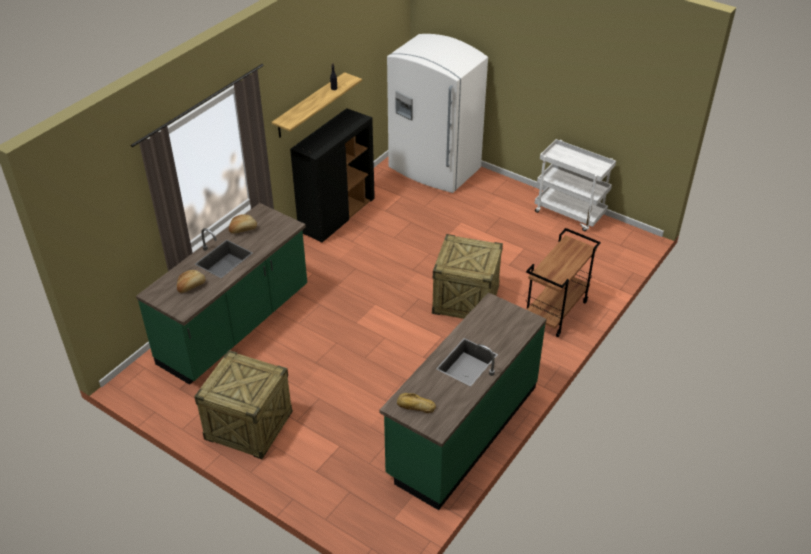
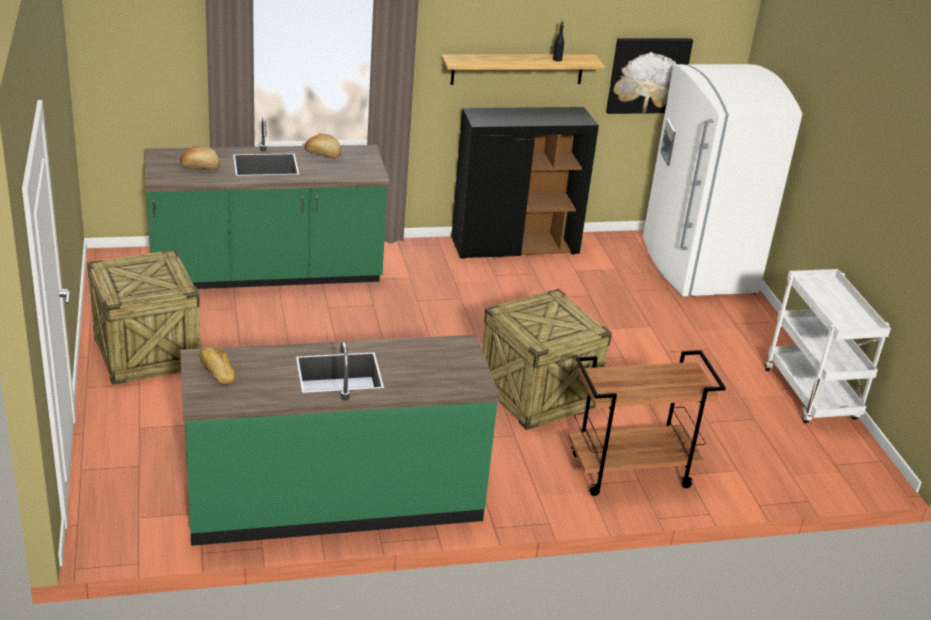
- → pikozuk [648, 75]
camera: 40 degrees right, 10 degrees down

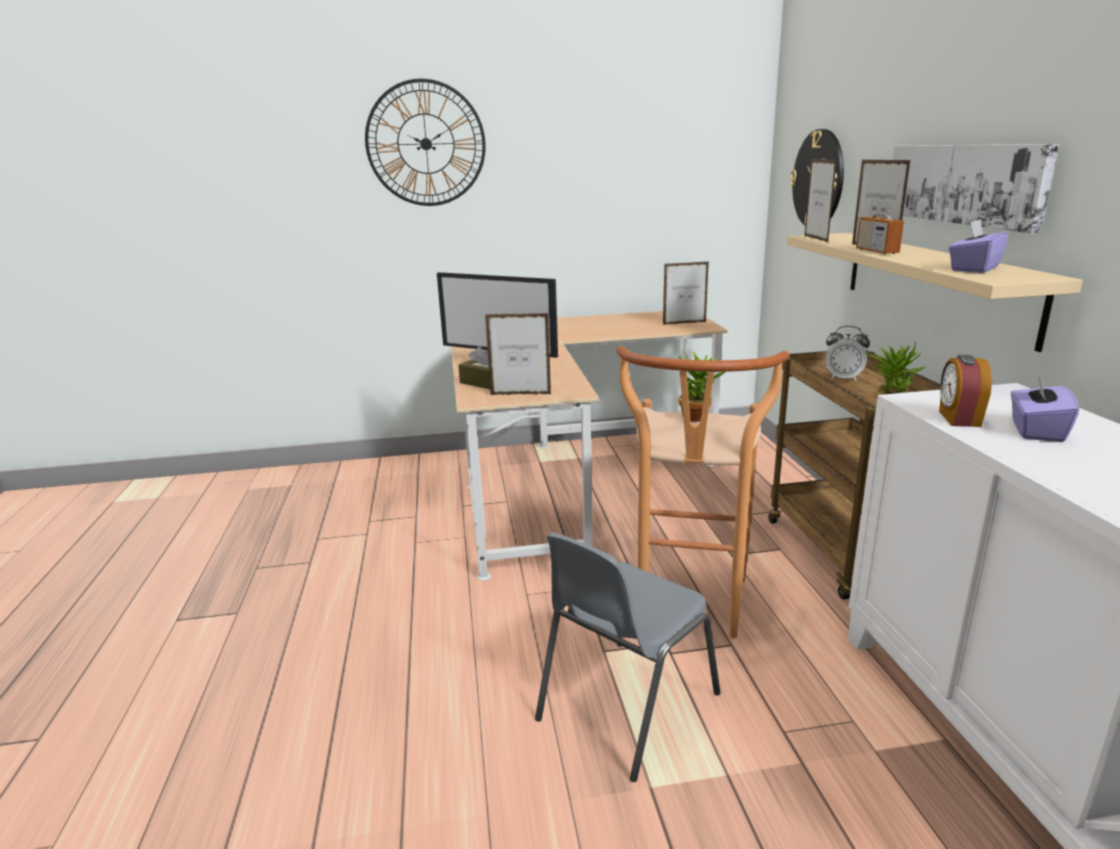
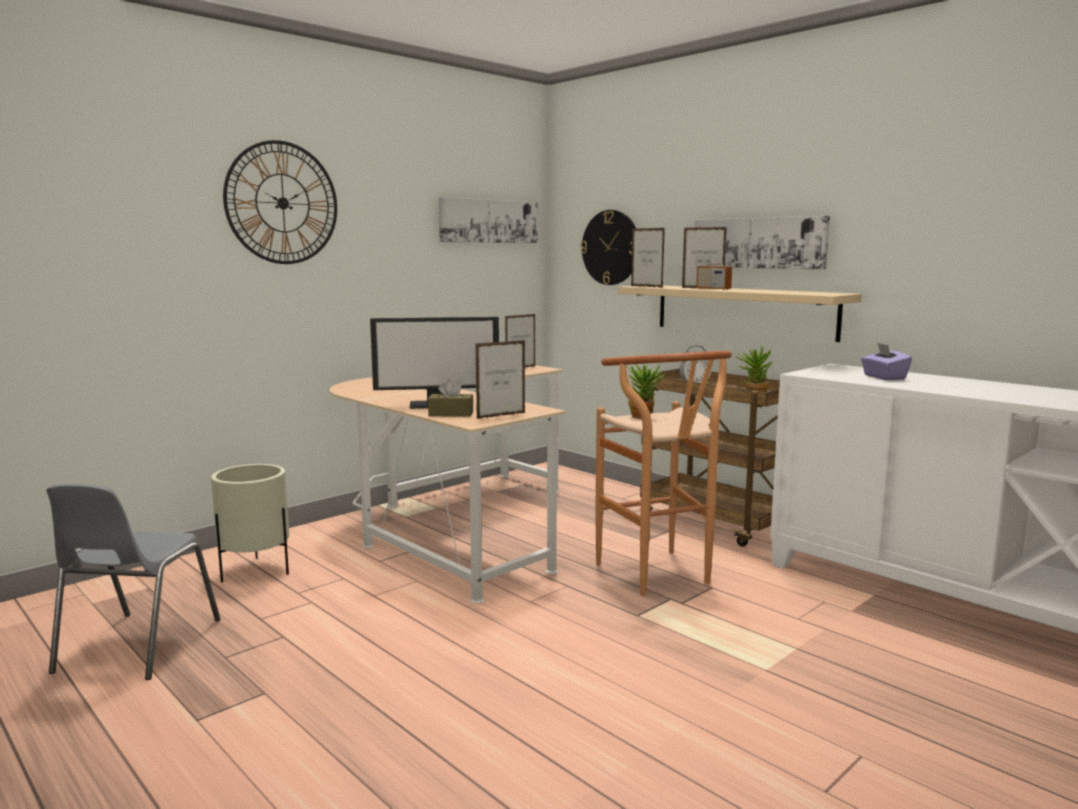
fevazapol [958, 419] → -
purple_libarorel [973, 269] → -
- → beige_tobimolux [255, 571]
- → pikozuk [488, 221]
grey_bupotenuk [624, 707] → grey_bupotenuk [136, 646], moved
camera: 35 degrees left, 10 degrees down

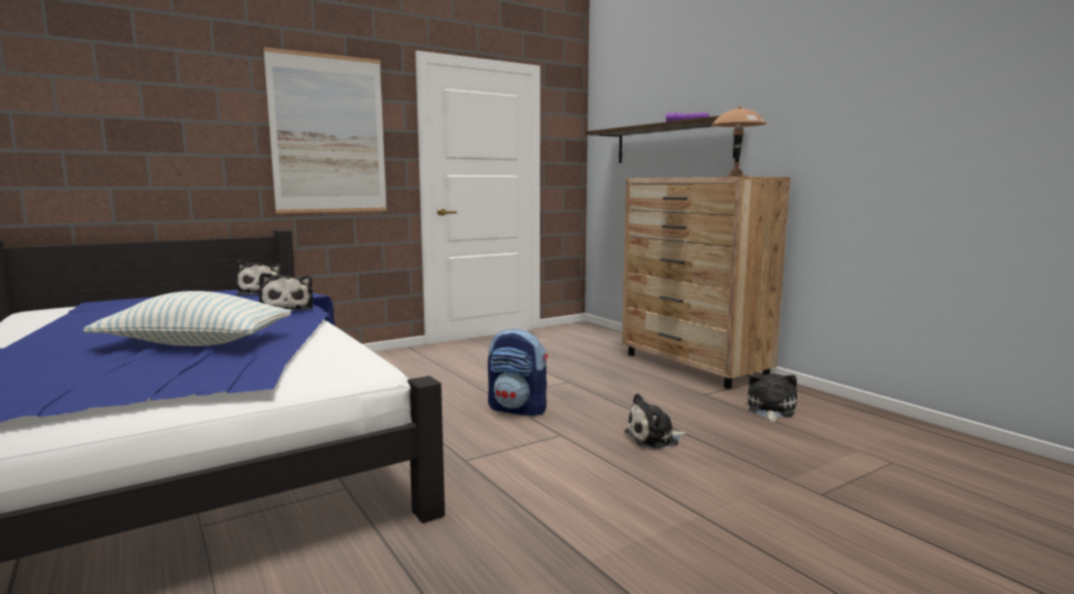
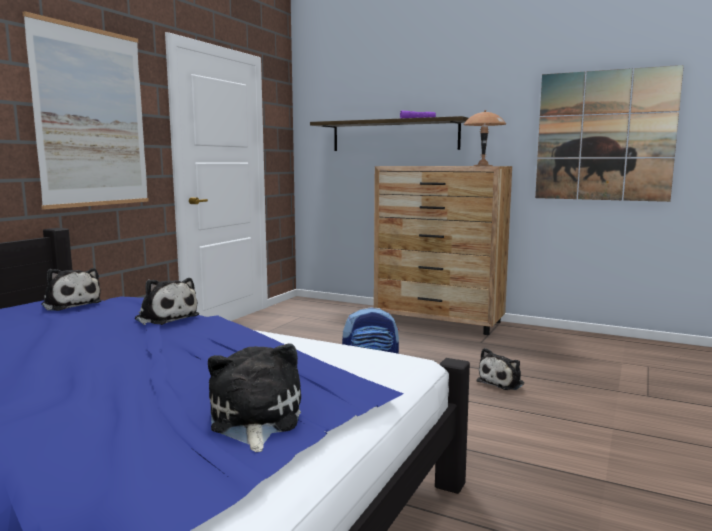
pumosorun [196, 343] → -
- → pikozuk [604, 136]
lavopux [770, 410] → lavopux [254, 420], moved
camera: 30 degrees left, 0 degrees up

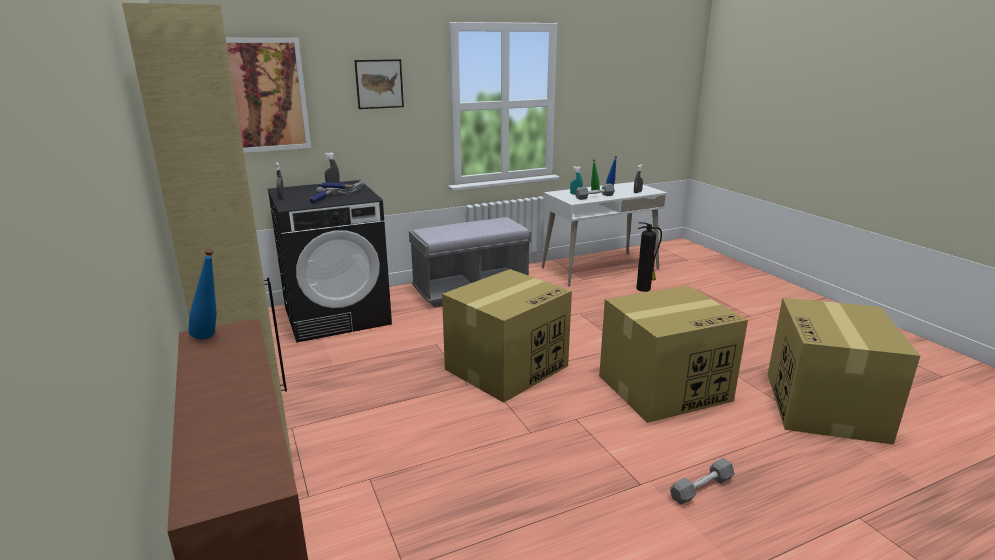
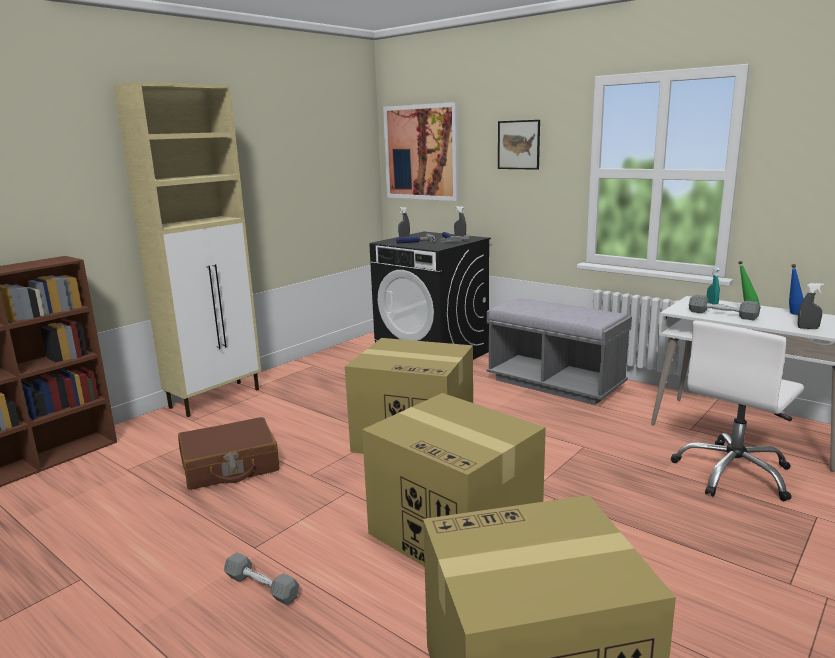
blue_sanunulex [211, 338] → -
- → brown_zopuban [230, 466]
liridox [644, 289] → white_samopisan [734, 473]
camera: 65 degrees right, 5 degrees down

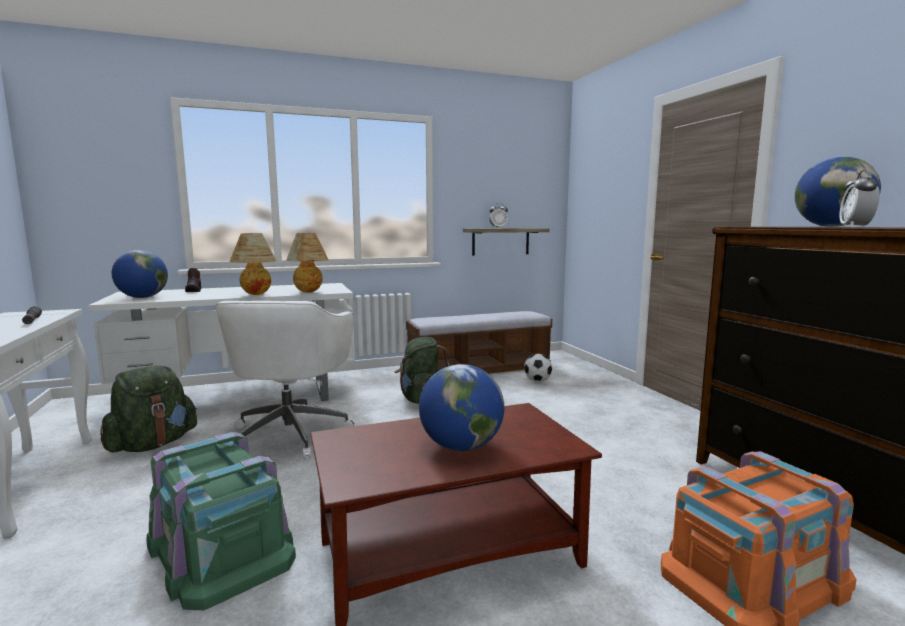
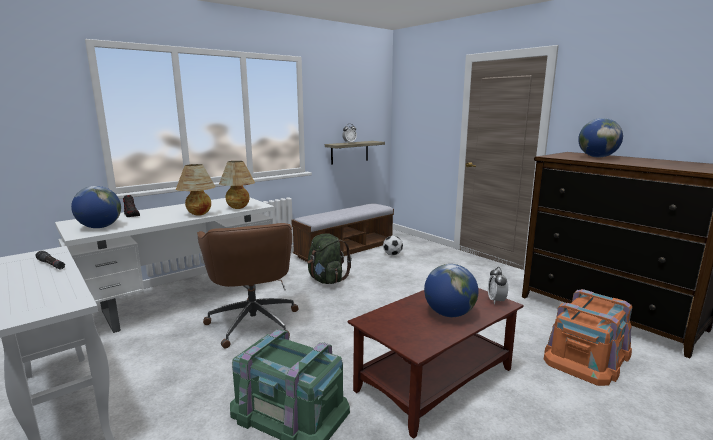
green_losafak [153, 445] → -
fevazapol [855, 227] → fevazapol [496, 301], moved
white_samopisan [290, 433] → brown_samopisan [253, 321]
camera: 20 degrees left, 5 degrees up

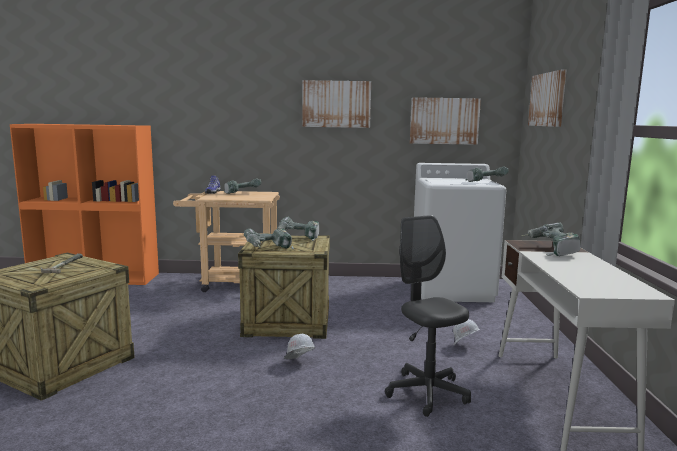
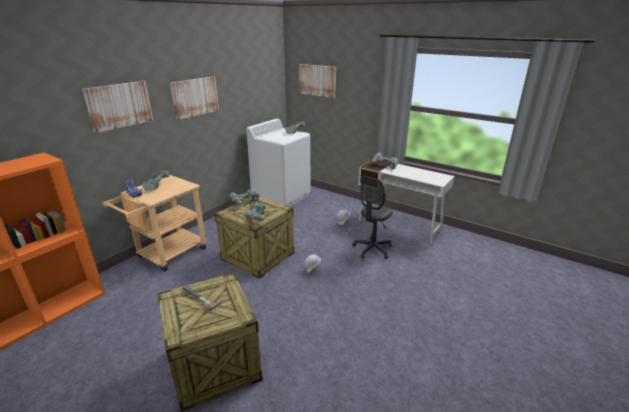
pikozuk [444, 121] → pikozuk [119, 105], moved
grey_samopisan [427, 393] → grey_samopisan [372, 249], 60 degrees counterclockwise
camera: 55 degrees left, 15 degrees up

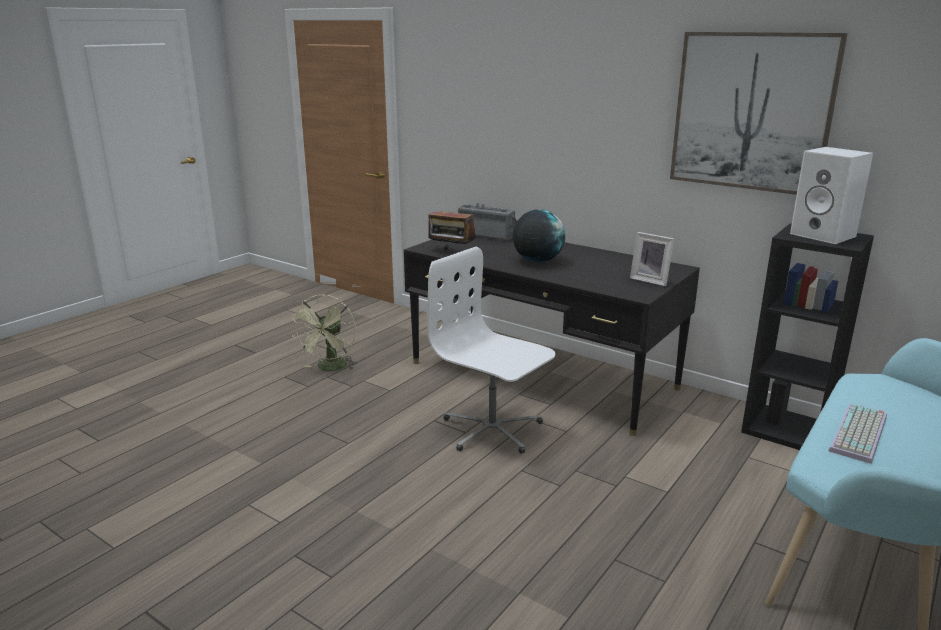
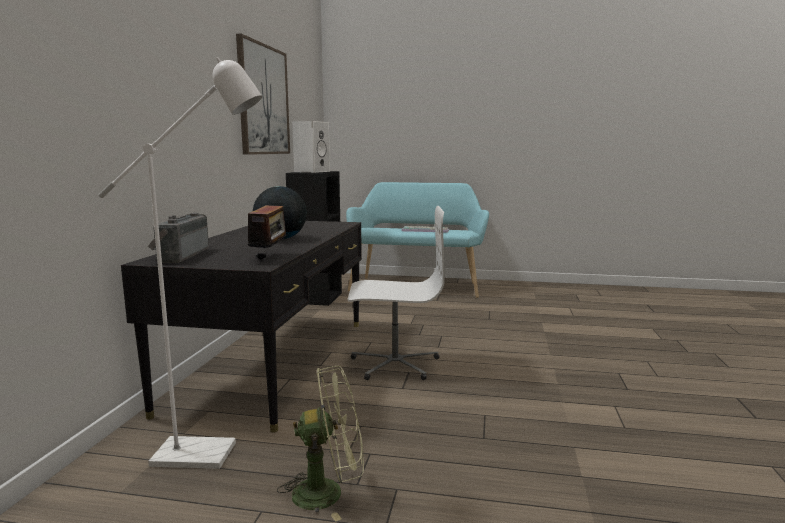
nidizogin [651, 280] → -
- → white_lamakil [208, 454]
white_samopisan [492, 430] → white_samopisan [394, 364], 105 degrees counterclockwise
camera: 115 degrees left, 10 degrees down

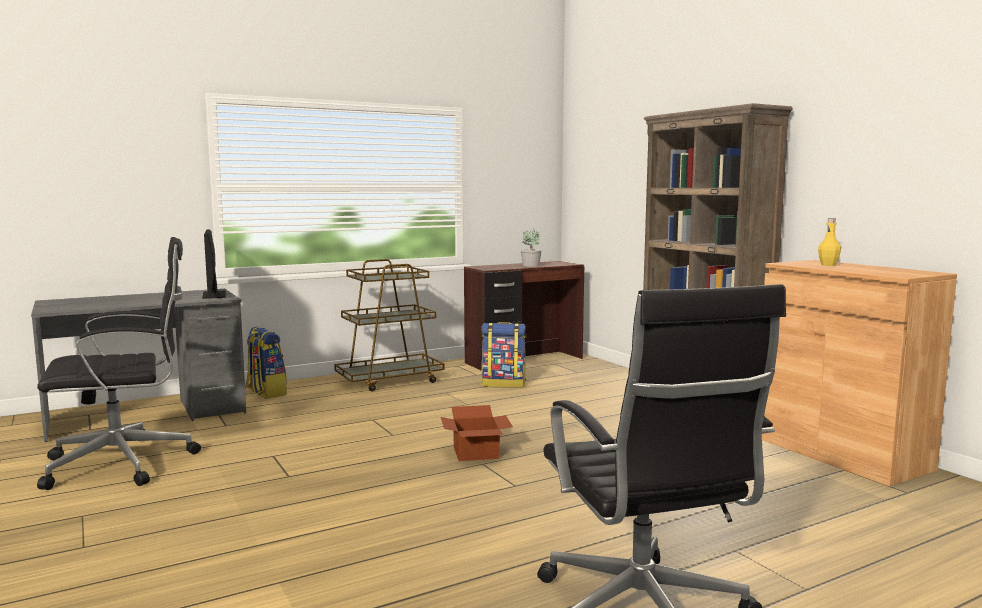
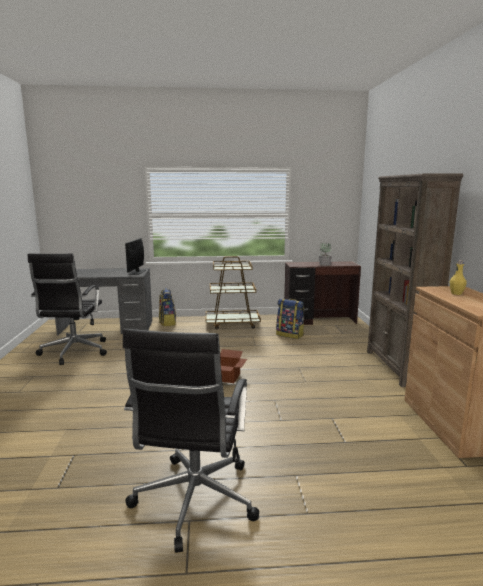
black_samopisan [125, 463] → black_samopisan [73, 352], 90 degrees clockwise
camera: 25 degrees right, 5 degrees up

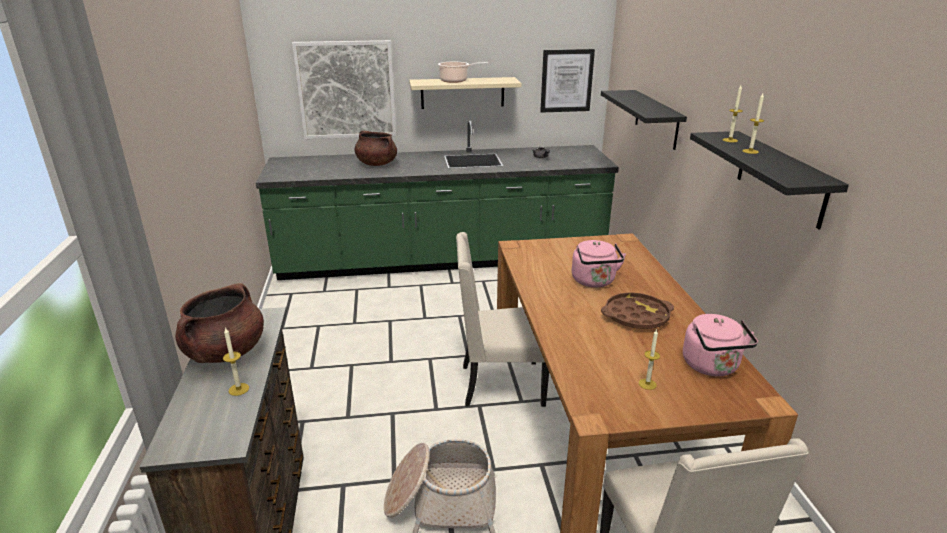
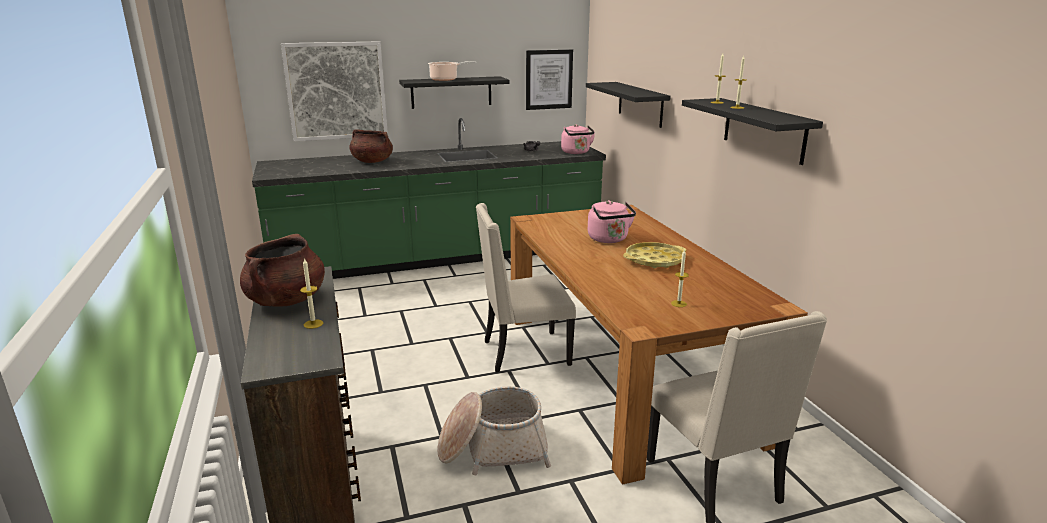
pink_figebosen [712, 367] → pink_figebosen [576, 152], moved
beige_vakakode [462, 93] → black_vakakode [451, 92]
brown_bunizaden [636, 316] → yellow_bunizaden [654, 260]
camera: 10 degrees left, 5 degrees down

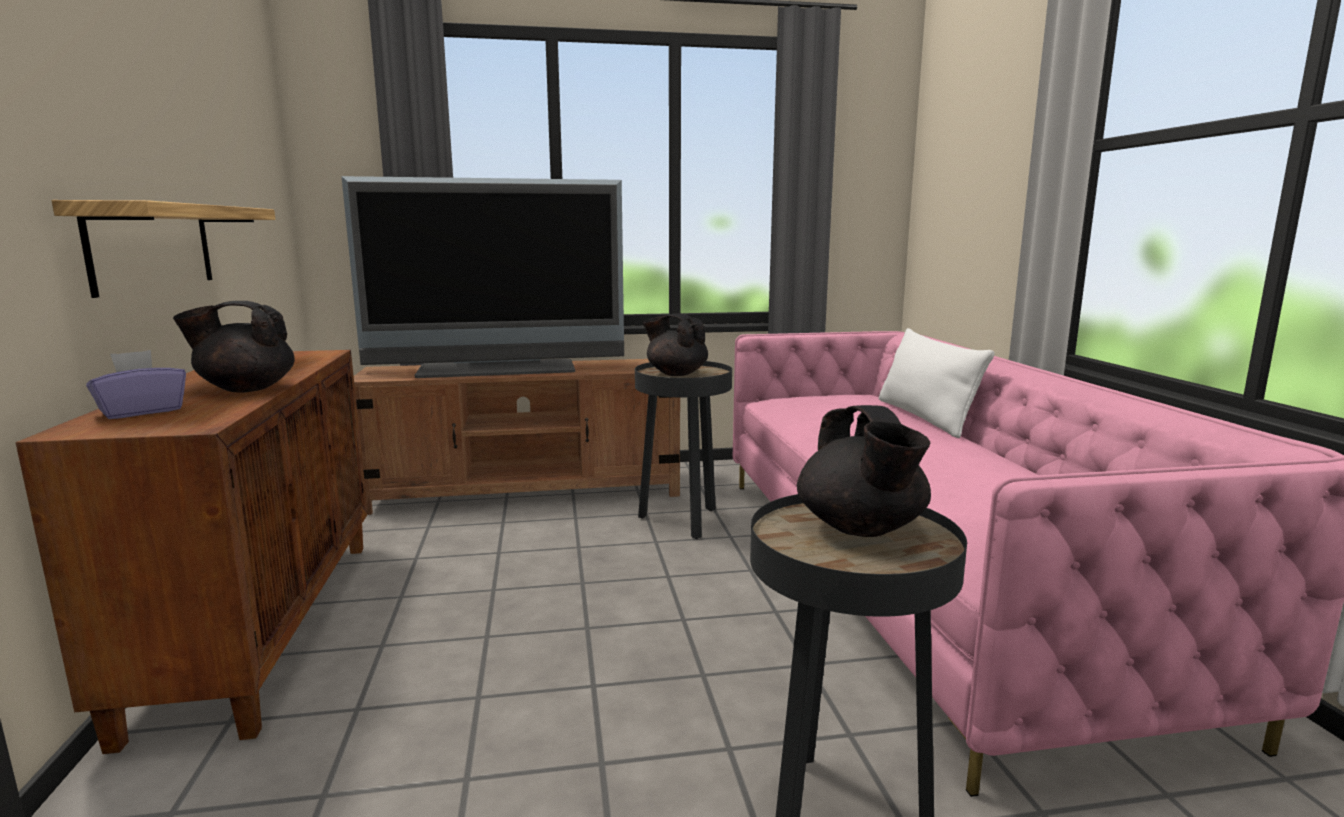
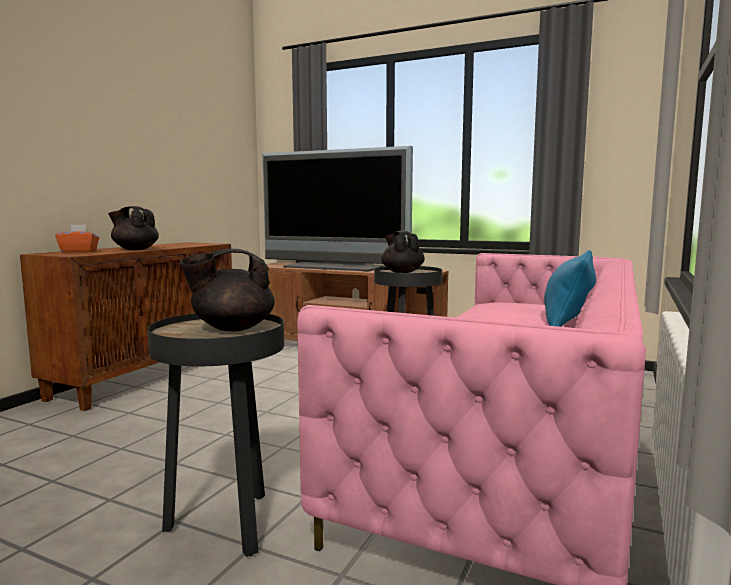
vakakode [153, 246] → -
purple_libarorel [141, 411] → orange_libarorel [79, 251]
white_pumosorun [924, 417] → blue_pumosorun [568, 320]
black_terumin [861, 529] → black_terumin [232, 328], 45 degrees clockwise
camera: 35 degrees right, 5 degrees down

